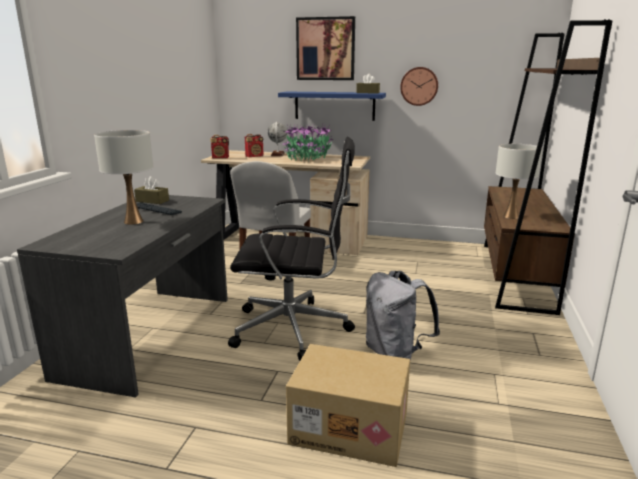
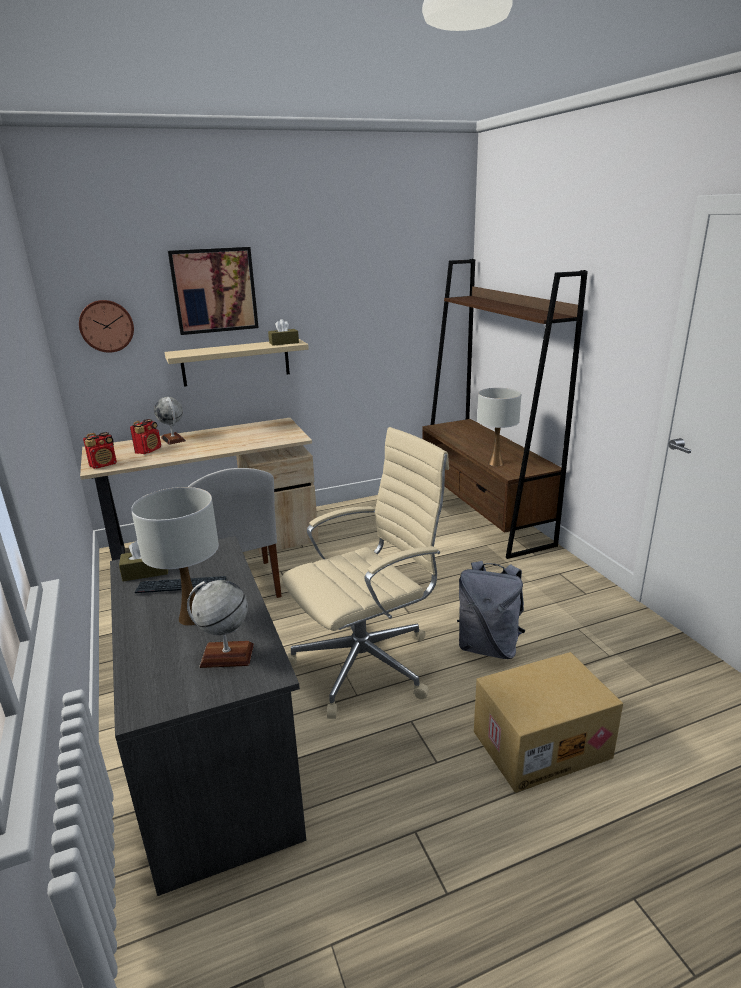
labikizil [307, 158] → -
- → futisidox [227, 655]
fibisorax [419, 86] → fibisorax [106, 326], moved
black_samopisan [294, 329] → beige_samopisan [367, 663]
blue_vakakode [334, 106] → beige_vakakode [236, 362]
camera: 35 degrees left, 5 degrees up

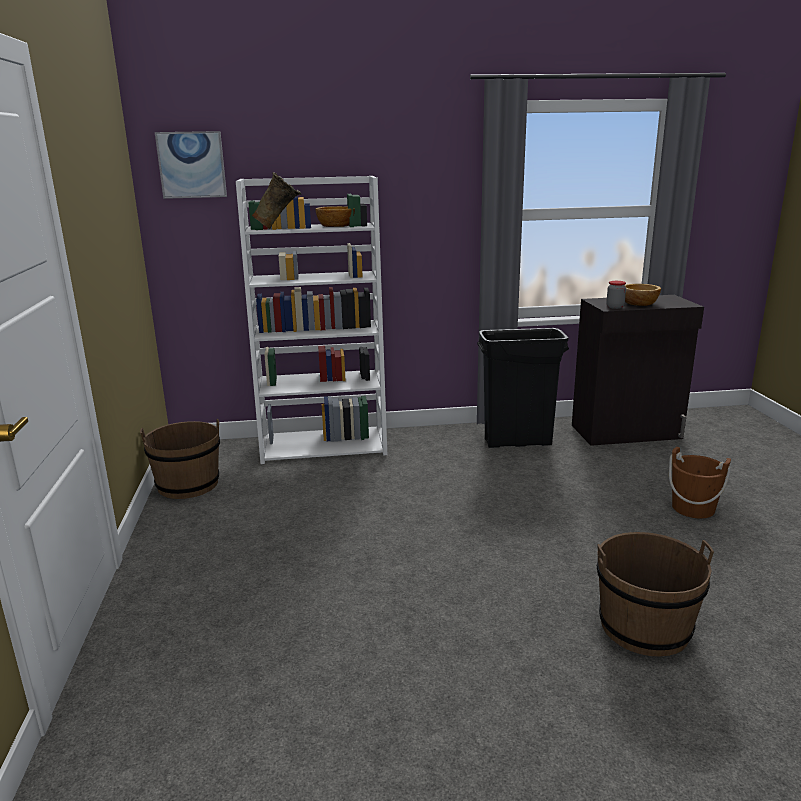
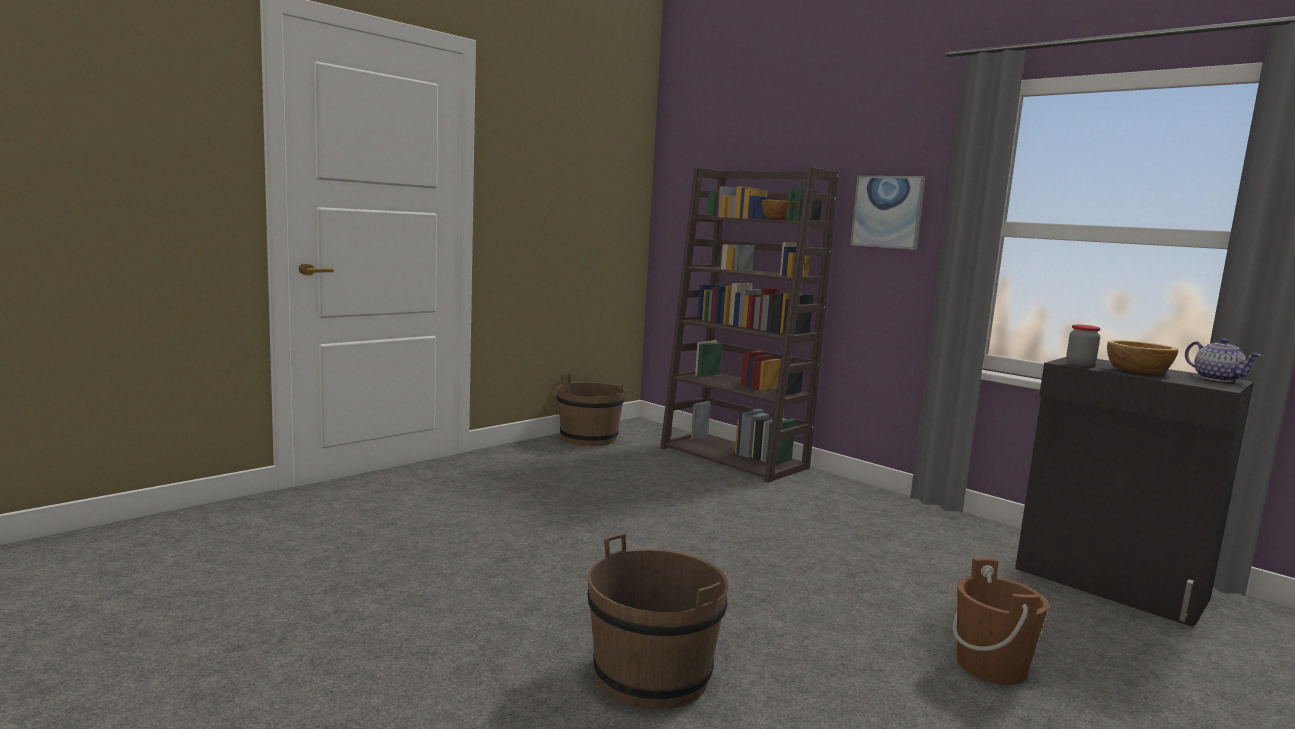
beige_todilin [279, 228] → -
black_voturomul [518, 442] → -
- → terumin [1218, 379]
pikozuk [192, 165] → pikozuk [887, 212], moved
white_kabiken [325, 445] → brown_kabiken [735, 458]
camera: 50 degrees right, 10 degrees down

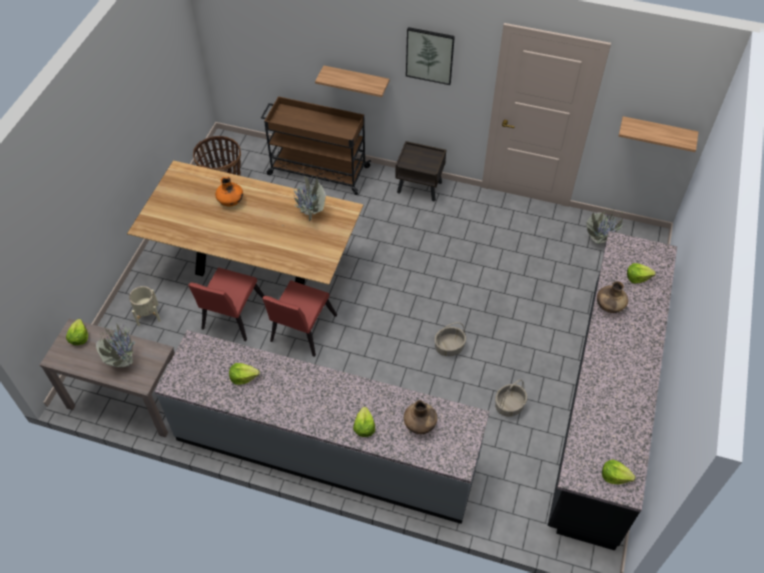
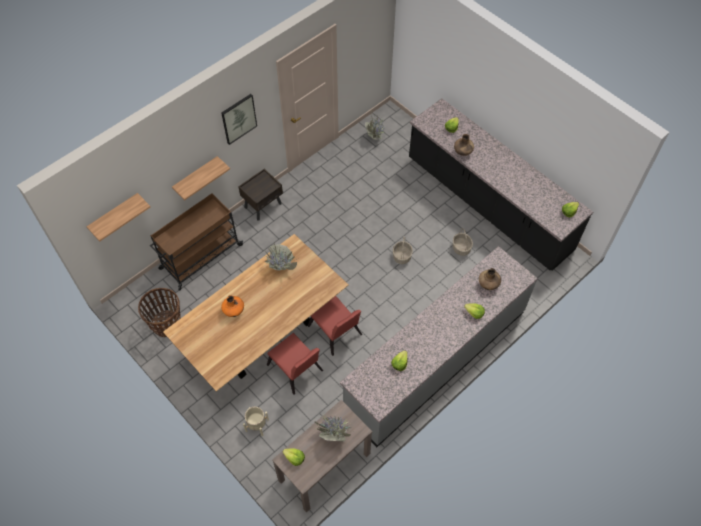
vakakode [657, 133] → vakakode [114, 215], moved
camera: 60 degrees left, 5 degrees up

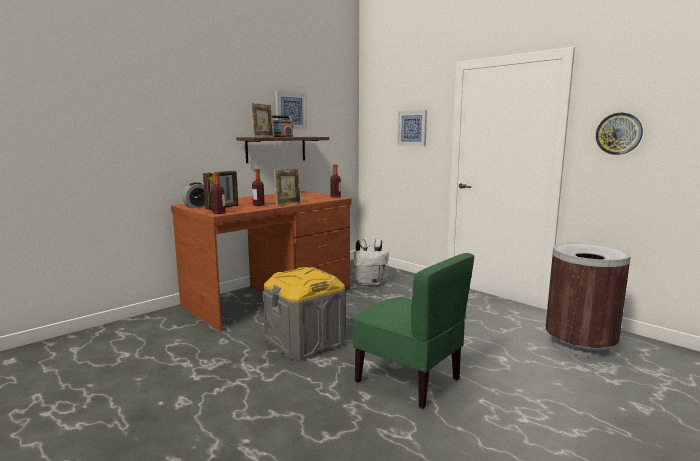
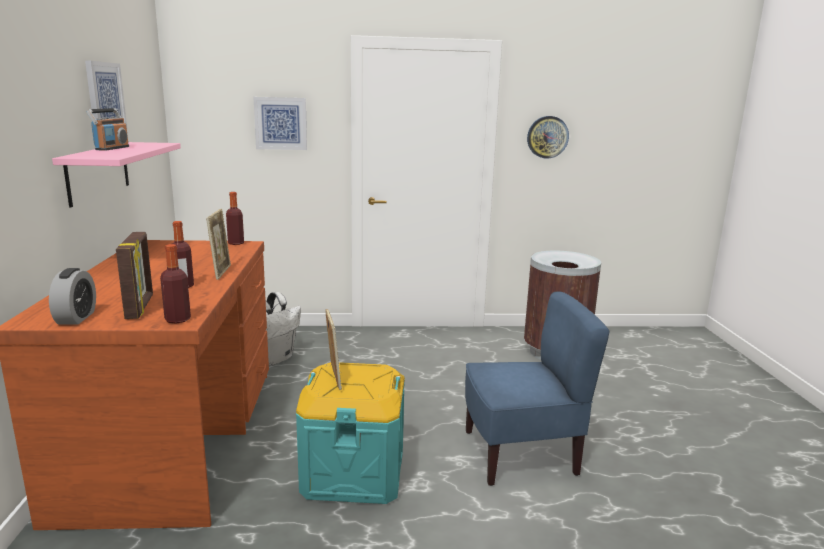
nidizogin [263, 137] → nidizogin [334, 377], moved
brown_vakakode [276, 149] → pink_vakakode [98, 172]
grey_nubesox [305, 342] → turquoise_nubesox [353, 472]
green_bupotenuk [409, 380] → blue_bupotenuk [520, 454]
camera: 50 degrees left, 5 degrees up

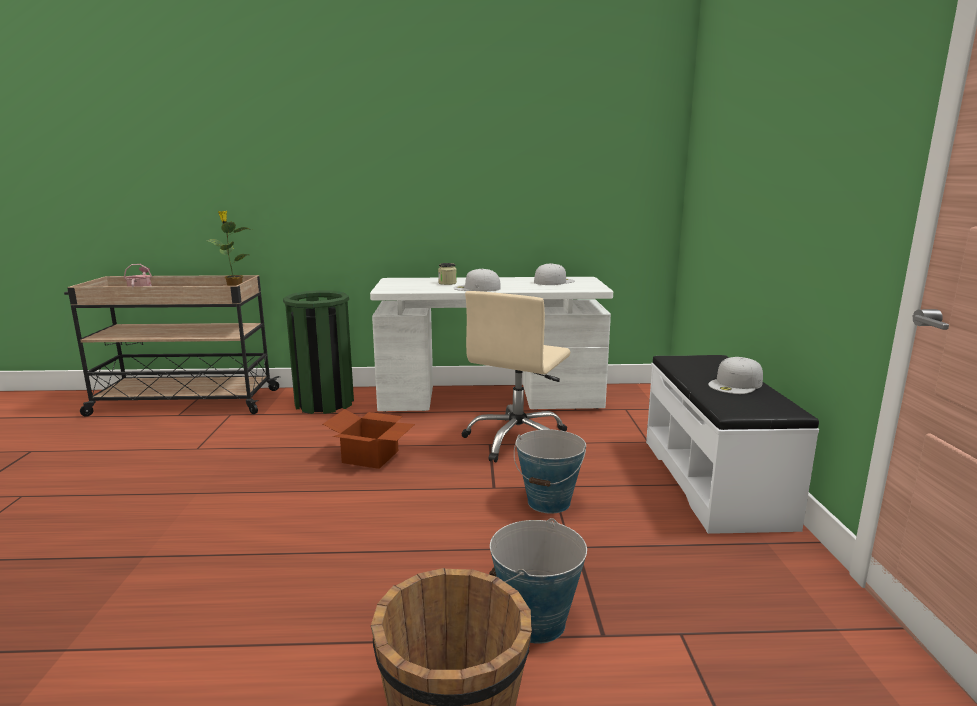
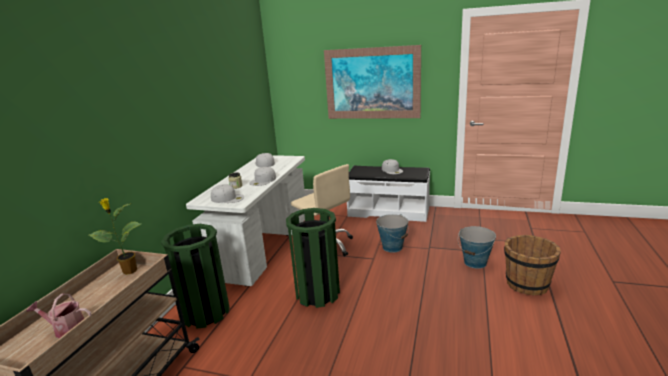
- → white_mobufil [228, 198]
- → pikozuk [372, 83]
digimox [371, 457] → green_voturomul [317, 293]
camera: 70 degrees left, 5 degrees up

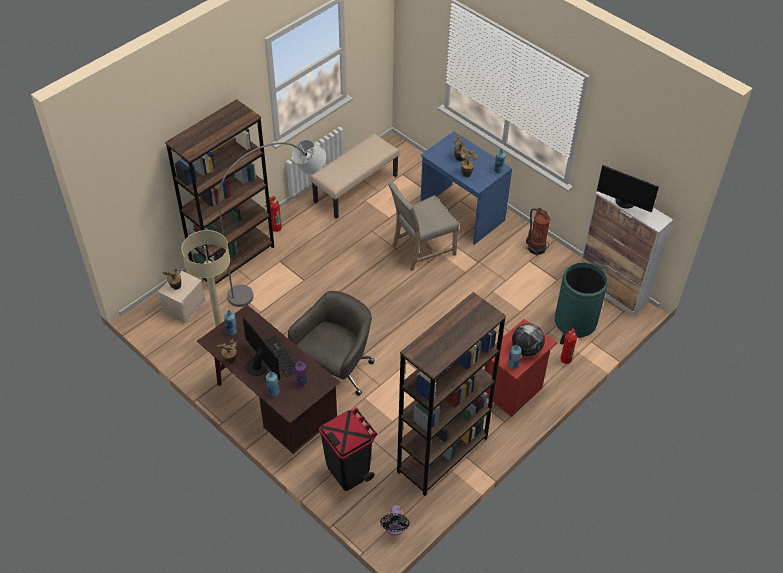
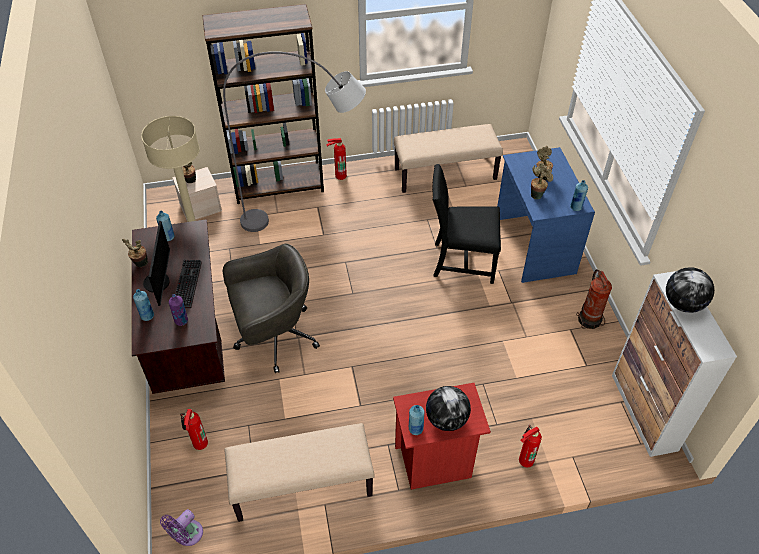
green_voturomul [575, 322] → -
black_voturomul [348, 471] → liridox [198, 444]
brown_kabiken [442, 455] → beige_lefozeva [302, 486]
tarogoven [624, 202] → futisidox [683, 304]
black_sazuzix [394, 528] → purple_sazuzix [187, 535]
beige_bupotenuk [421, 250] → black_bupotenuk [461, 261]
camera: 35 degrees right, 0 degrees up

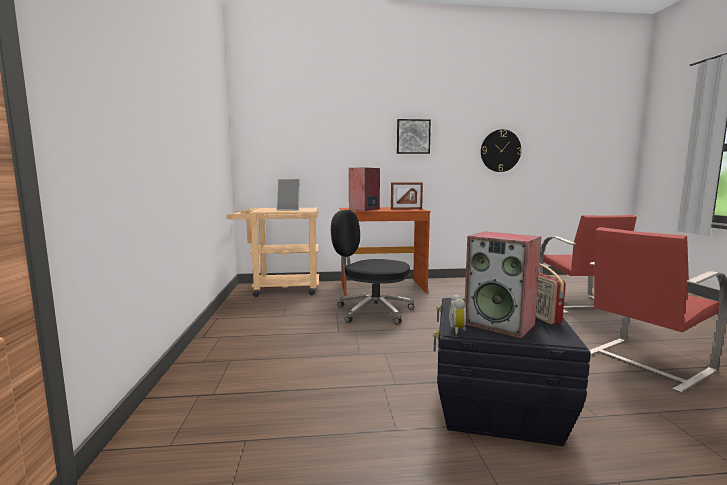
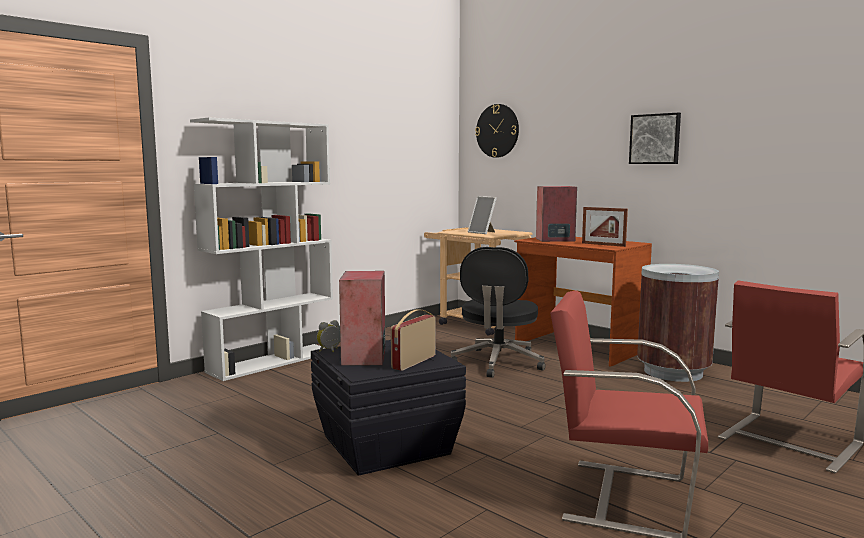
- → white_kabiken [272, 361]
- → brown_voturomul [672, 372]
fibisorax [500, 150] → fibisorax [497, 131], moved
black_samopisan [372, 311] → black_samopisan [497, 363], 150 degrees counterclockwise
camera: 50 degrees right, 0 degrees up

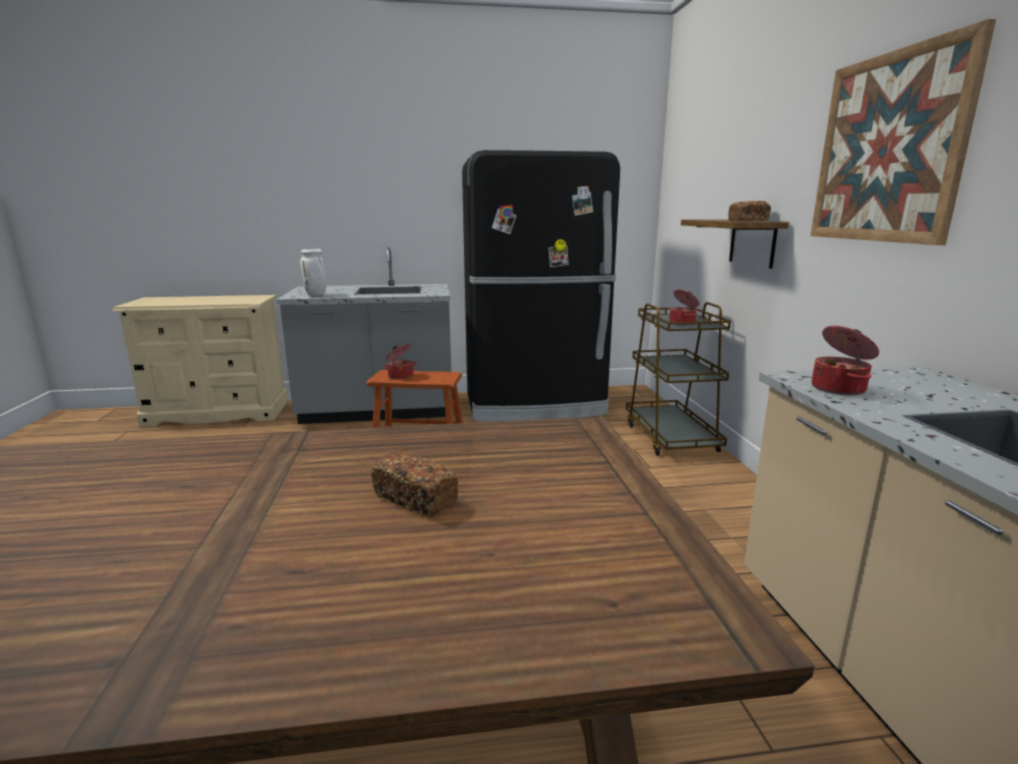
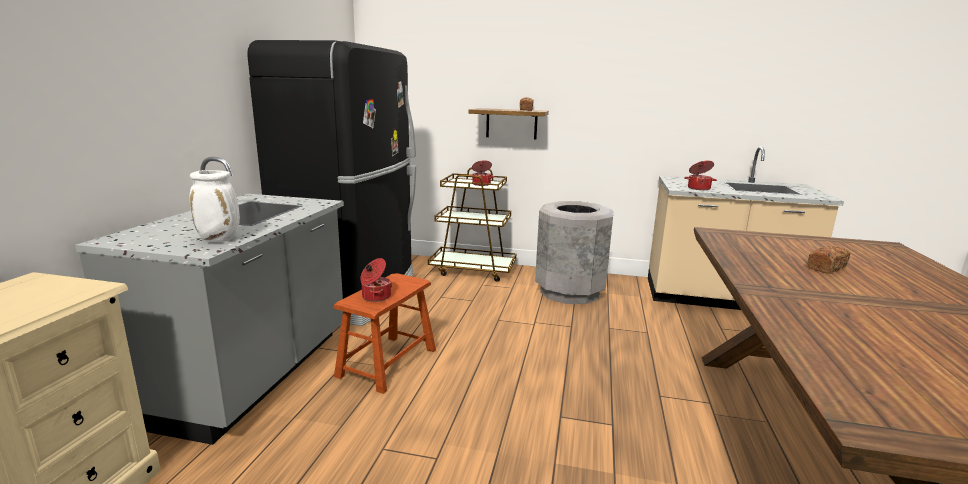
pikozuk [888, 148] → -
- → grey_voturomul [570, 292]
camera: 70 degrees left, 0 degrees up

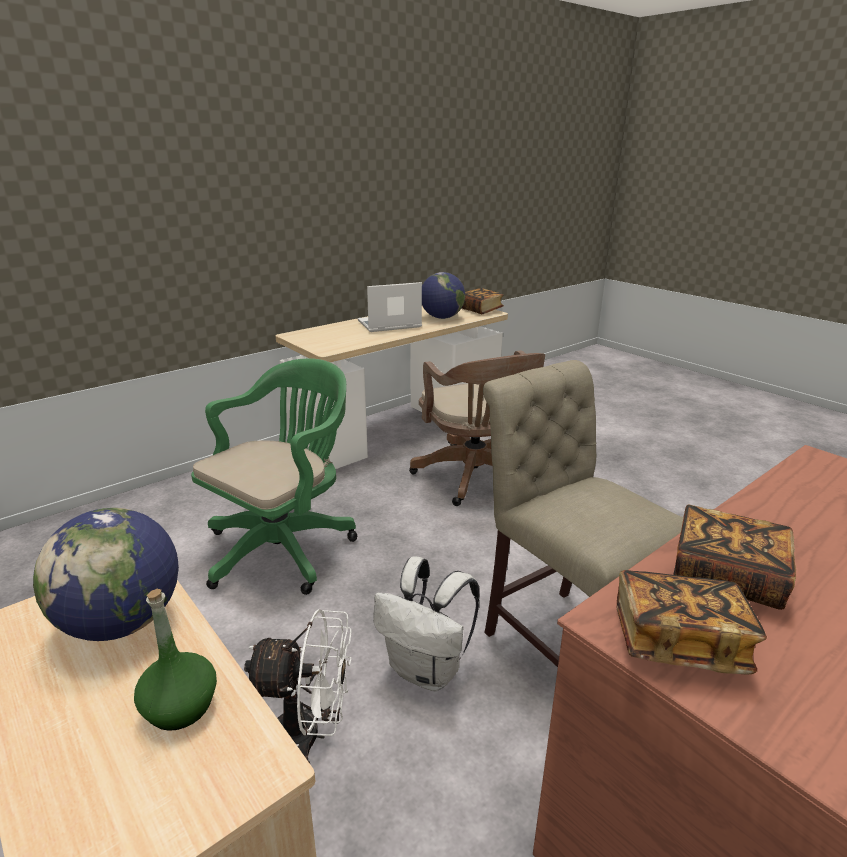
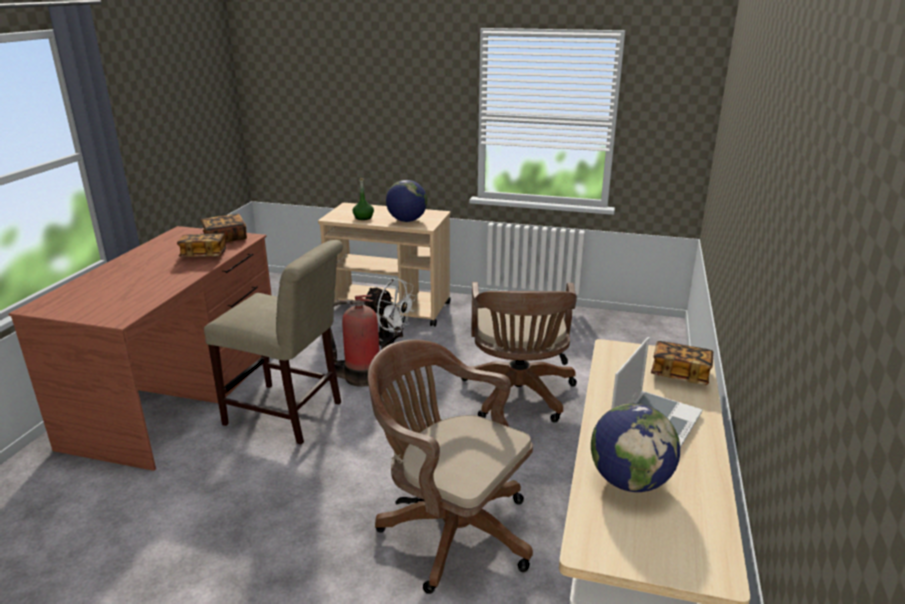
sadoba [480, 310] → sadoba [679, 375], moved
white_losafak [427, 670] → liridox [360, 376]
green_samopisan [285, 546] → brown_samopisan [518, 396]
white_sazuzix [309, 737] → white_sazuzix [390, 342], 120 degrees counterclockwise
camera: 145 degrees right, 0 degrees up

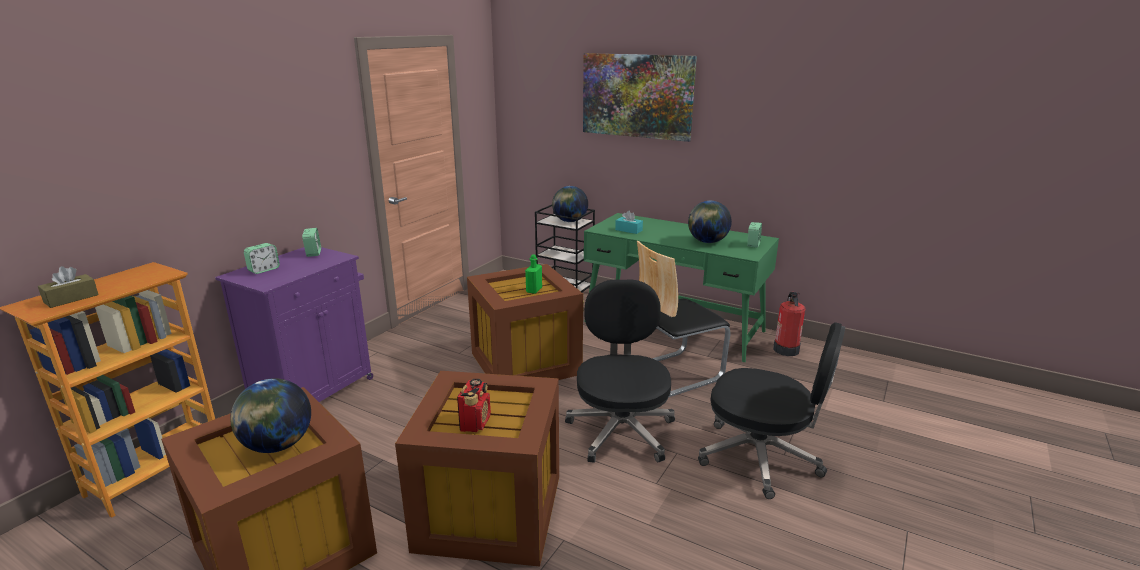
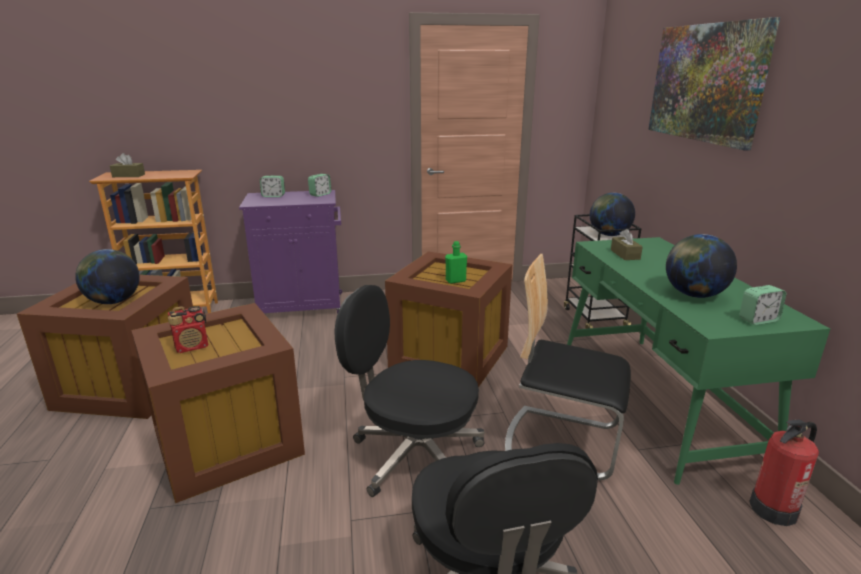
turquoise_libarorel [628, 230] → brown_libarorel [625, 254]
black_samopisan [621, 430] → black_samopisan [414, 455], 120 degrees counterclockwise
camera: 50 degrees right, 0 degrees up

